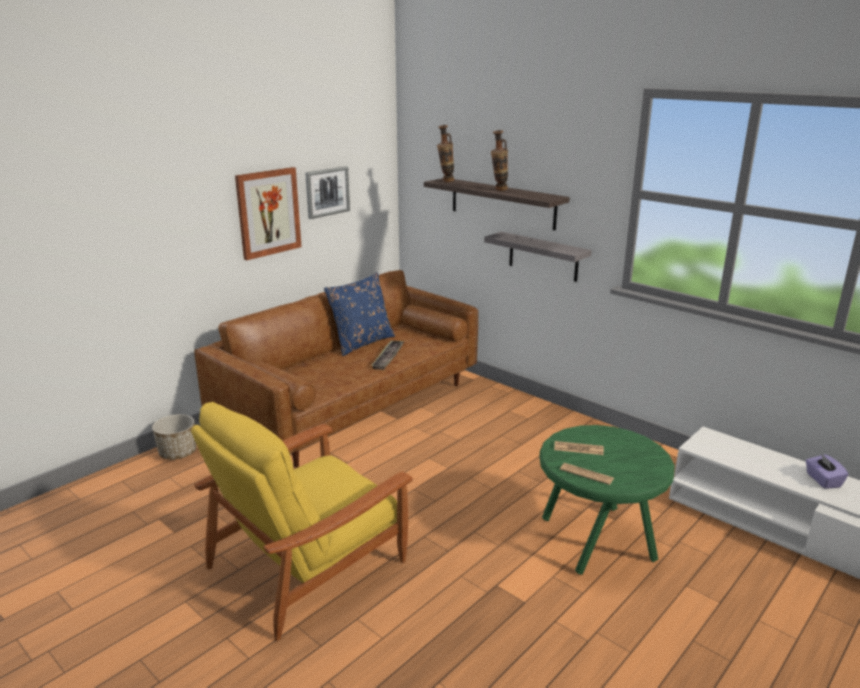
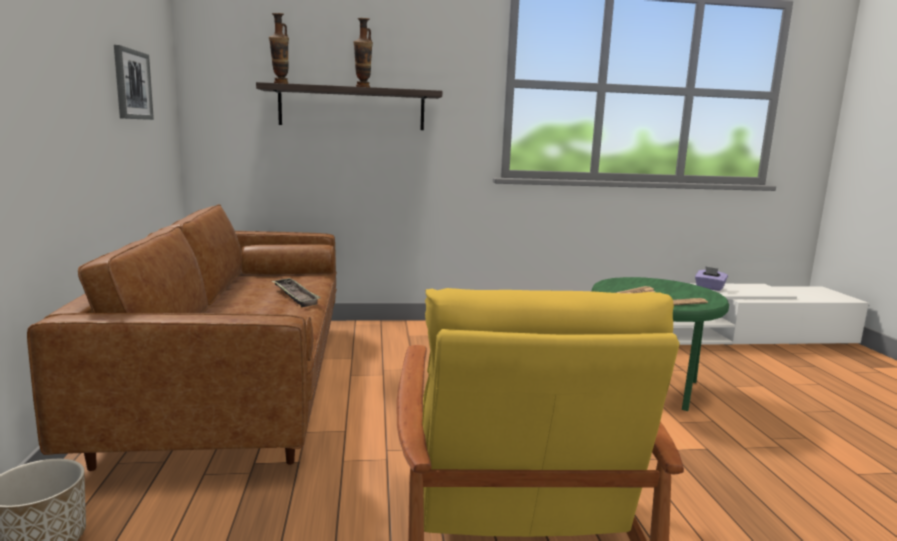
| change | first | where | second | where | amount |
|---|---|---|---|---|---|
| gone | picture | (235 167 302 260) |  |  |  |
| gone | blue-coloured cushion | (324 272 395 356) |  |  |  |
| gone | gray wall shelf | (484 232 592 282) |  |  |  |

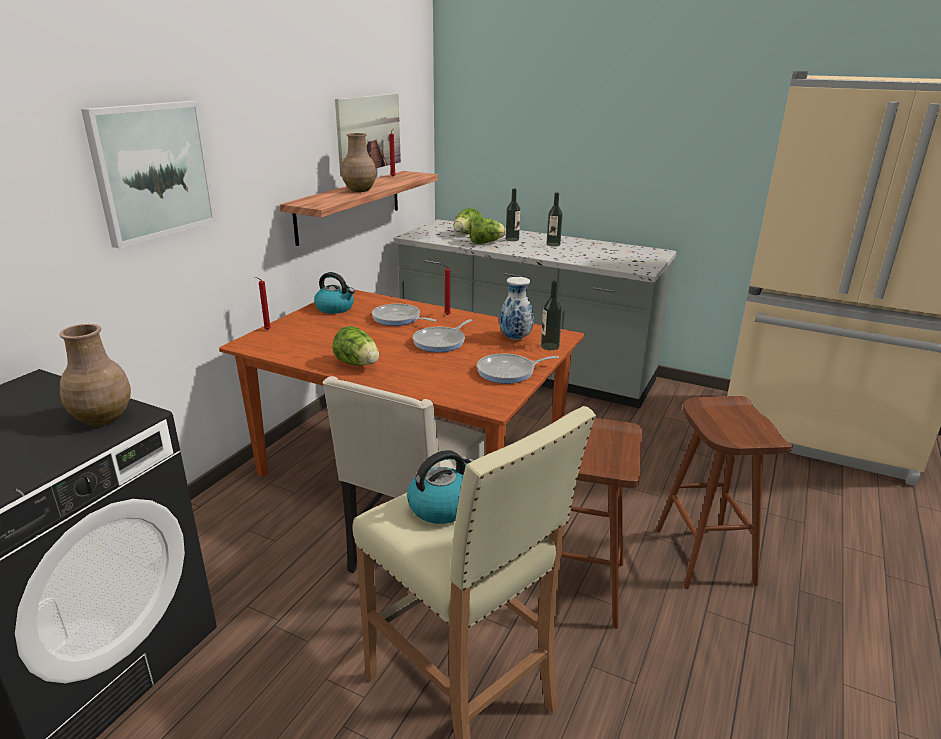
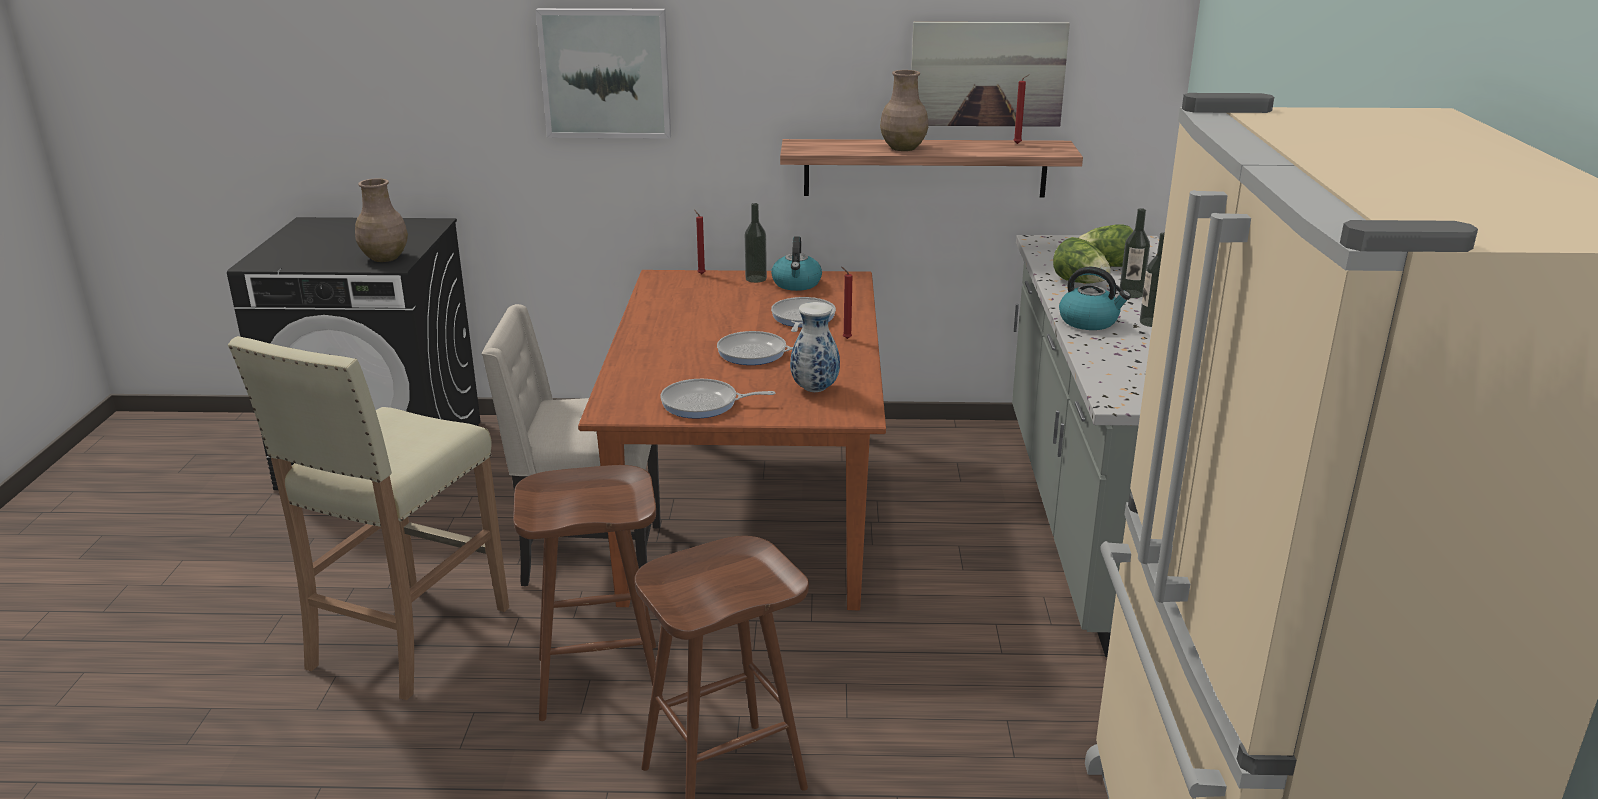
| change | first | where | second | where | amount |
|---|---|---|---|---|---|
| rotated | pan | (477 354 559 384) |  | (660 379 775 419) | 45 degrees counterclockwise |
| shifted | bottle | (541 280 562 350) |  | (745 203 767 283) |  |
| shifted | kettle | (407 450 474 524) |  | (1059 267 1131 330) |  |
| gone | lettuce head | (332 326 379 365) |  |  |  |

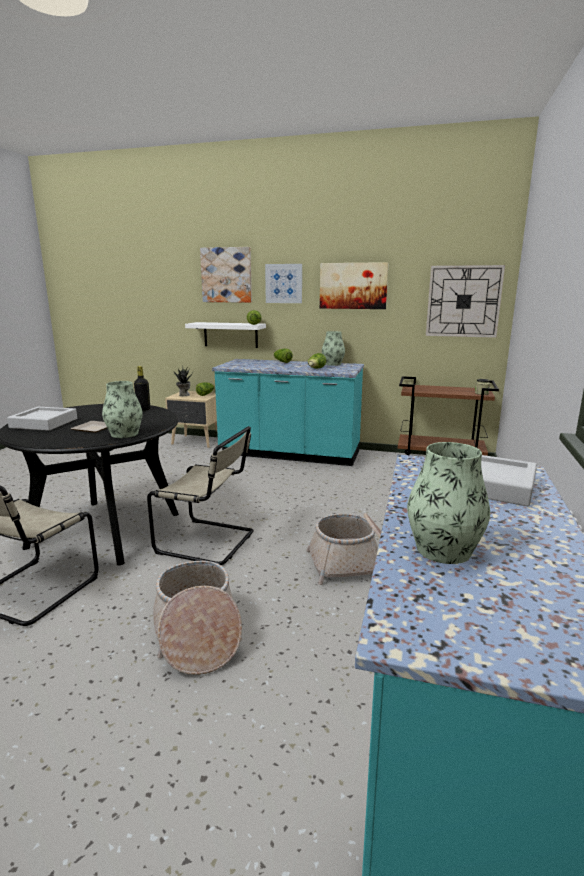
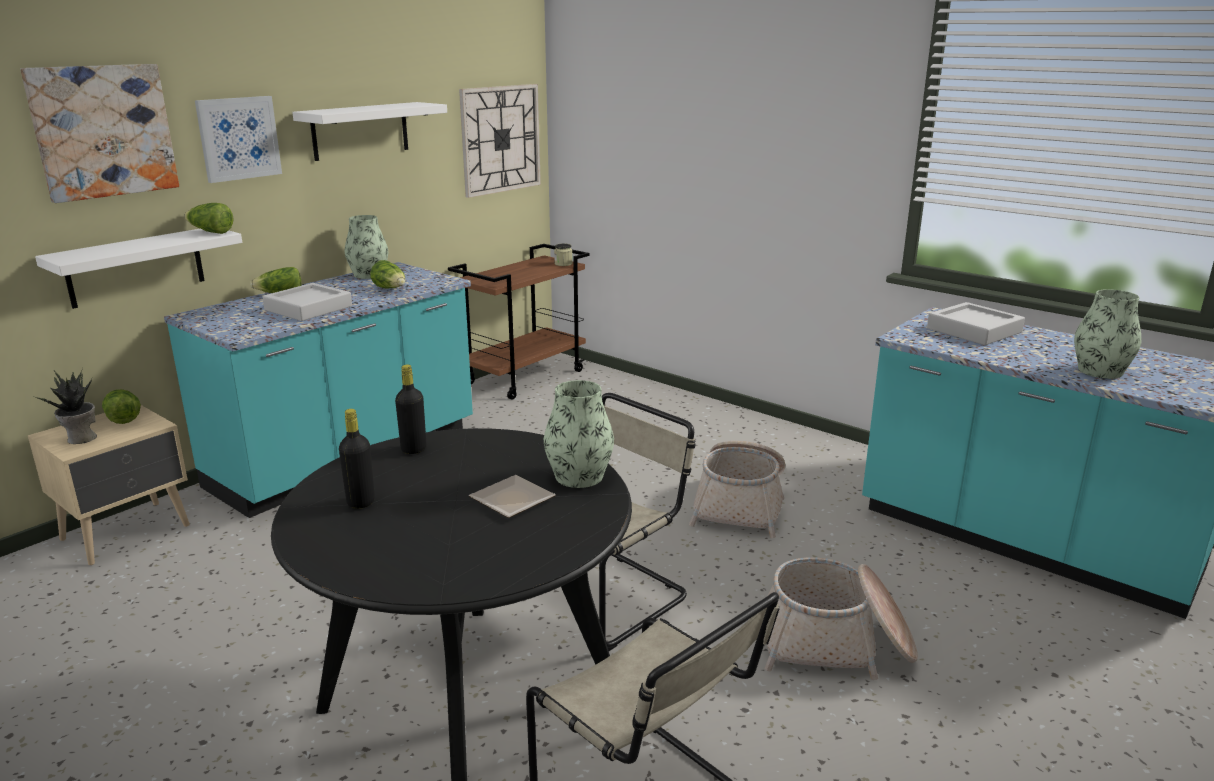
| change | first | where | second | where | amount |
|---|---|---|---|---|---|
| shifted | gray serving tray | (7 407 77 431) |  | (262 283 352 321) |  |
| swapped | picture | (320 262 388 309) | whitish wall shelf | (292 102 447 161) |  |
| new |  |  | black-coloured bottle | (339 409 375 509) |  |

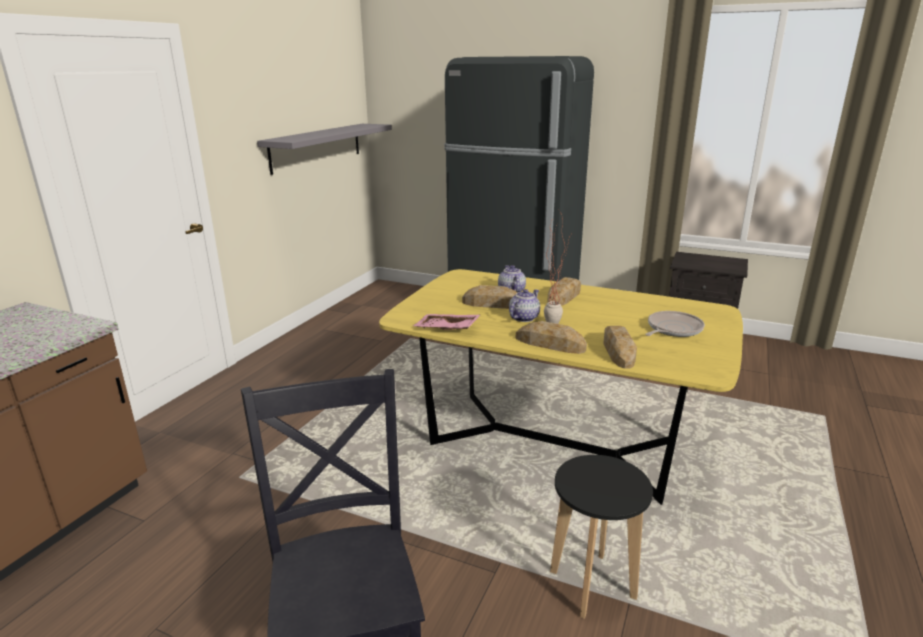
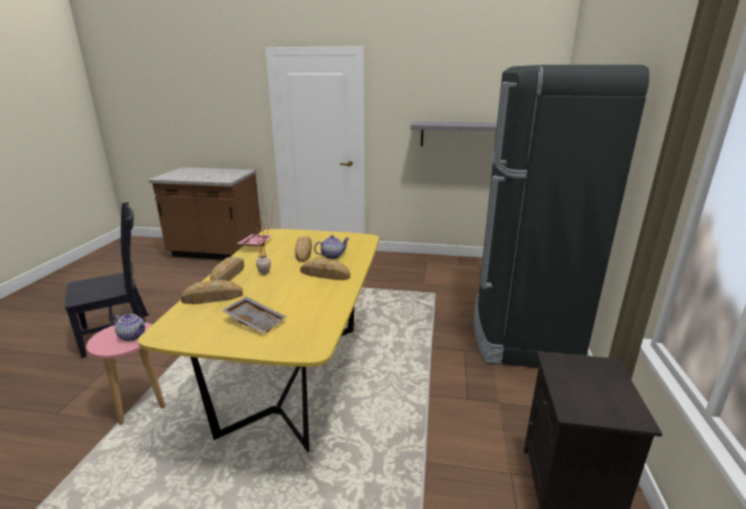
| change | first | where | second | where | amount |
|---|---|---|---|---|---|
| repainted | black-coloured stool seat | (550 455 653 619) | pink stool seat | (86 322 166 425) |  |
| shifted | tea pot | (509 289 540 322) |  | (112 314 146 341) |  |
| swapped | pan | (645 311 705 337) | gray serving tray | (221 296 287 333) |  |

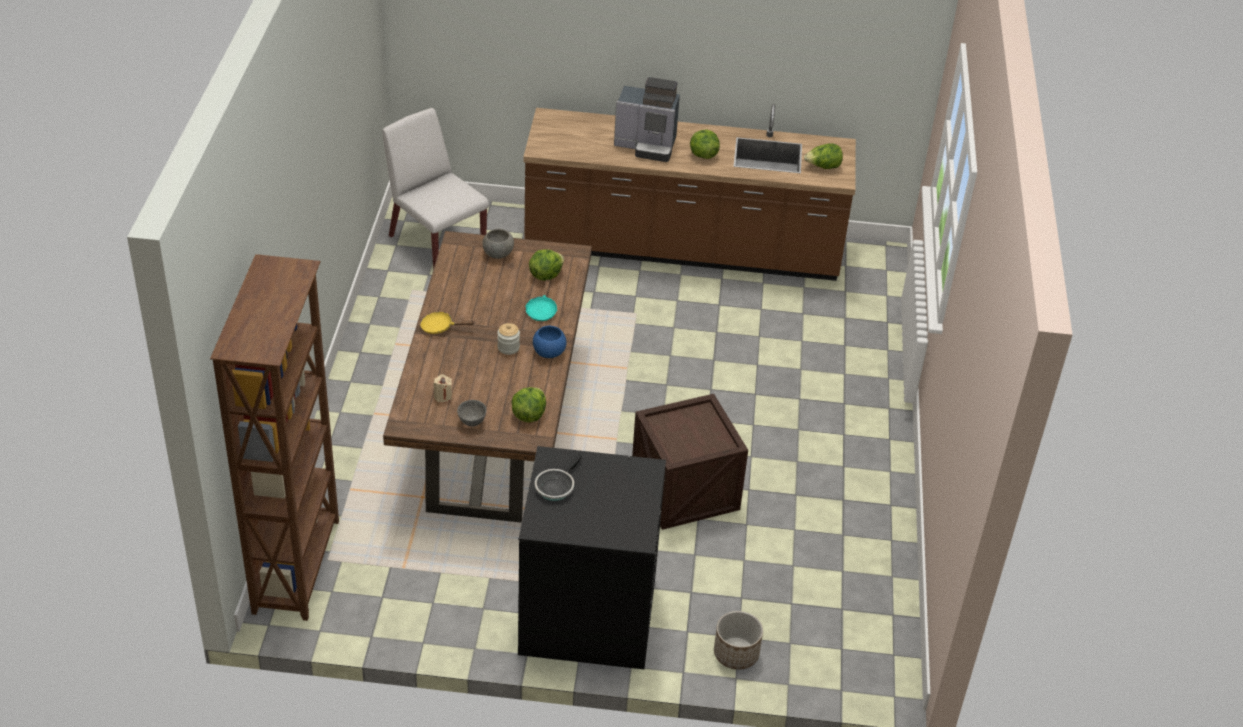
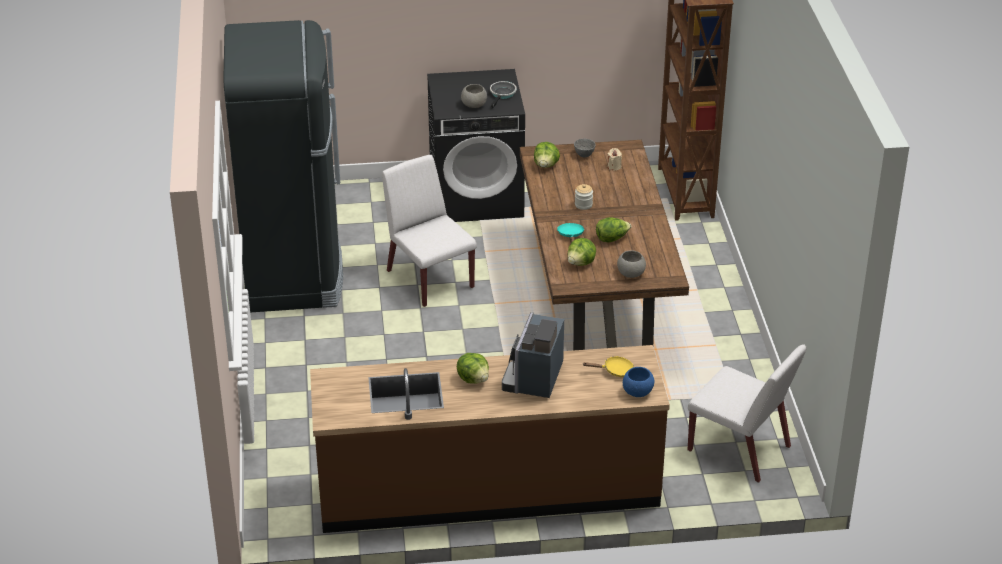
| change | first | where | second | where | amount |
|---|---|---|---|---|---|
| new |  |  | black-coloured kitchen fridge | (223 20 343 313) |  |
| swapped | crate | (632 394 748 530) | whitish chair | (382 155 477 307) |  |
| new |  |  | gray serving bowl | (461 84 487 108) |  |
| rotated | coffee machine | (614 77 680 162) |  | (502 312 564 398) | 75 degrees counterclockwise |
| shifted | yellowish pan | (420 311 475 334) |  | (582 356 634 377) |  |
| shifted | lettuce head | (804 143 843 169) |  | (596 217 631 242) |  |
| shifted | blue-coloured serving bowl | (533 326 567 358) |  | (623 367 654 397) |  |
| gone | planter | (714 611 763 670) |  |  |  |

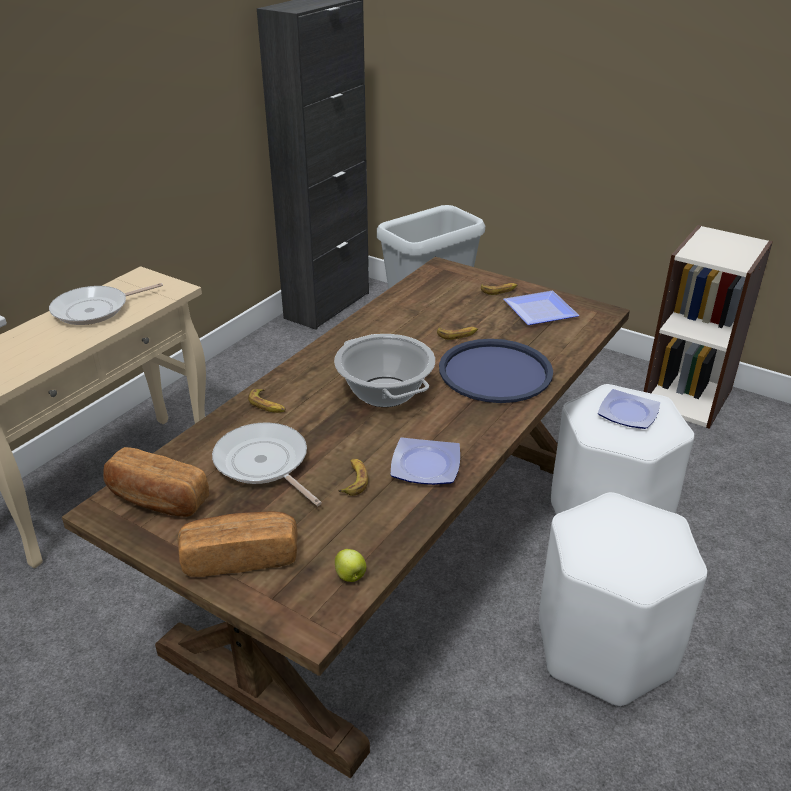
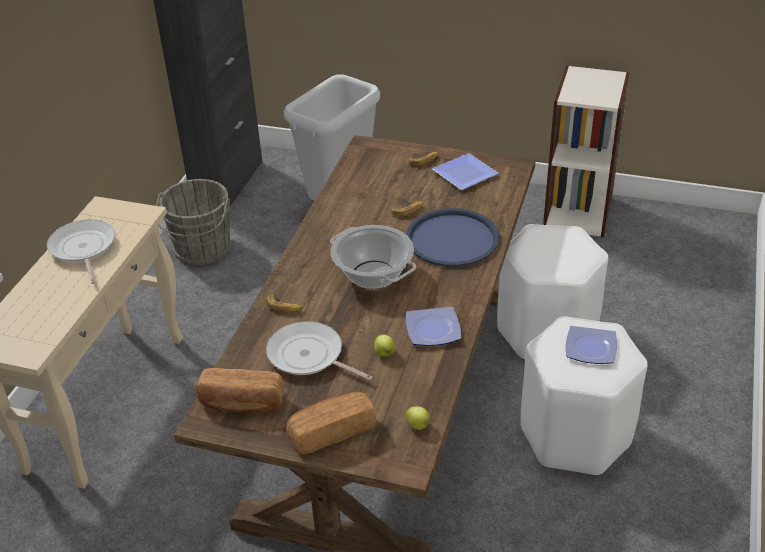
| change | first | where | second | where | amount |
|---|---|---|---|---|---|
| rotated | pan | (49 283 163 325) |  | (47 219 115 284) | 120 degrees clockwise |
| new |  |  | gray water bucket | (156 179 232 265) |  |
| swapped | whole banana | (338 459 368 496) | apple fruit | (374 334 395 357) |  |
| shifted | plate | (598 389 660 429) |  | (566 326 617 364) |  |

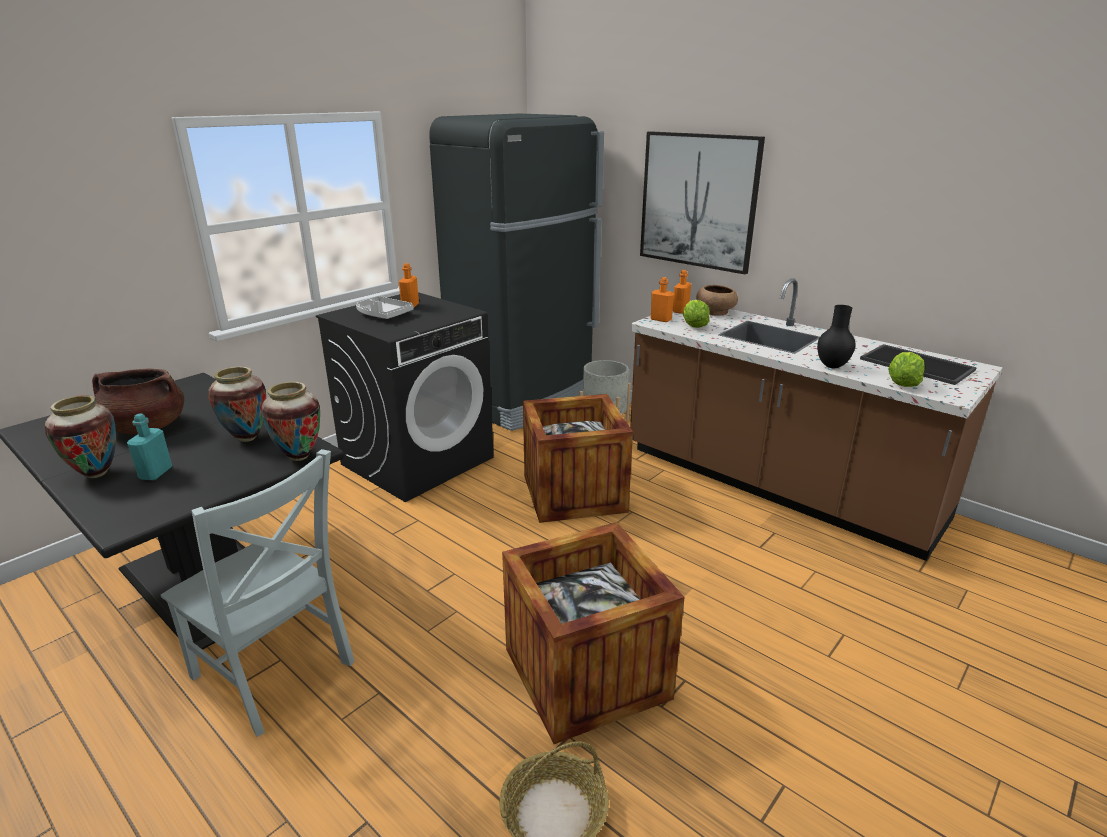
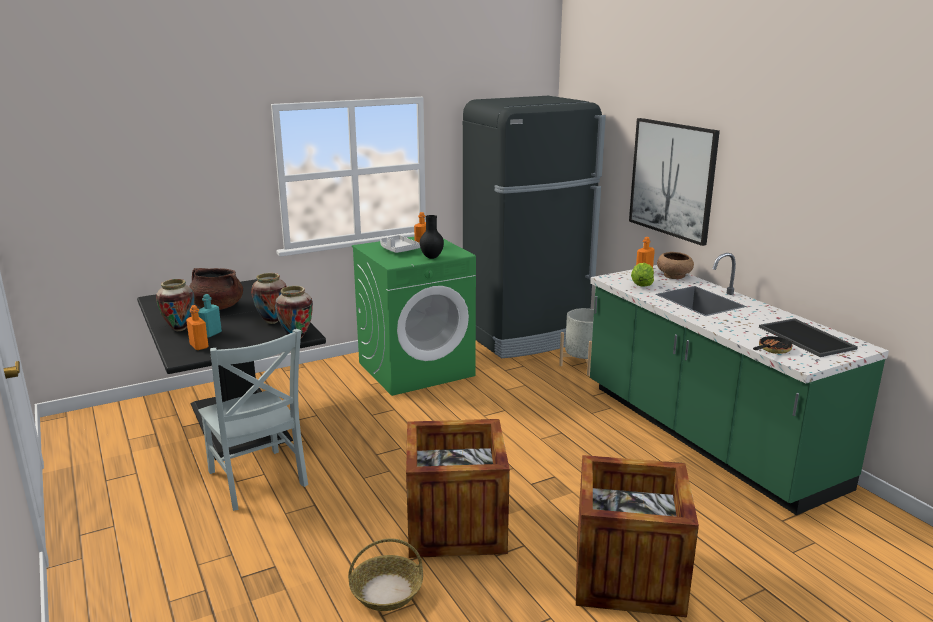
| change | first | where | second | where | amount |
|---|---|---|---|---|---|
| shifted | orange-coloured bottle | (651 277 674 322) |  | (186 305 208 350) |  |
| repainted | black-coloured laundry appliance | (316 292 494 502) | green laundry appliance | (352 237 476 396) |  |
| shifted | black-coloured vase | (817 305 856 368) |  | (420 215 444 259) |  |
| shifted | crate | (523 394 633 523) |  | (576 455 699 617) |  |
| repainted | brownish kitchen counter | (630 278 1003 561) | green kitchen counter | (590 253 889 515) |  |
| swapped | lettuce head | (888 352 925 387) | pan | (753 334 793 354) |  |

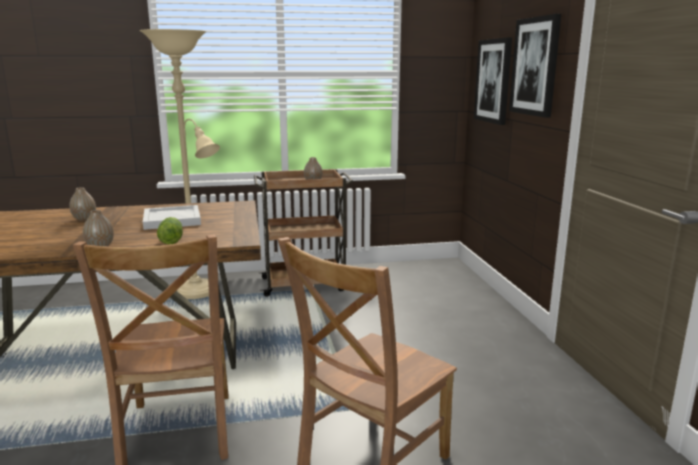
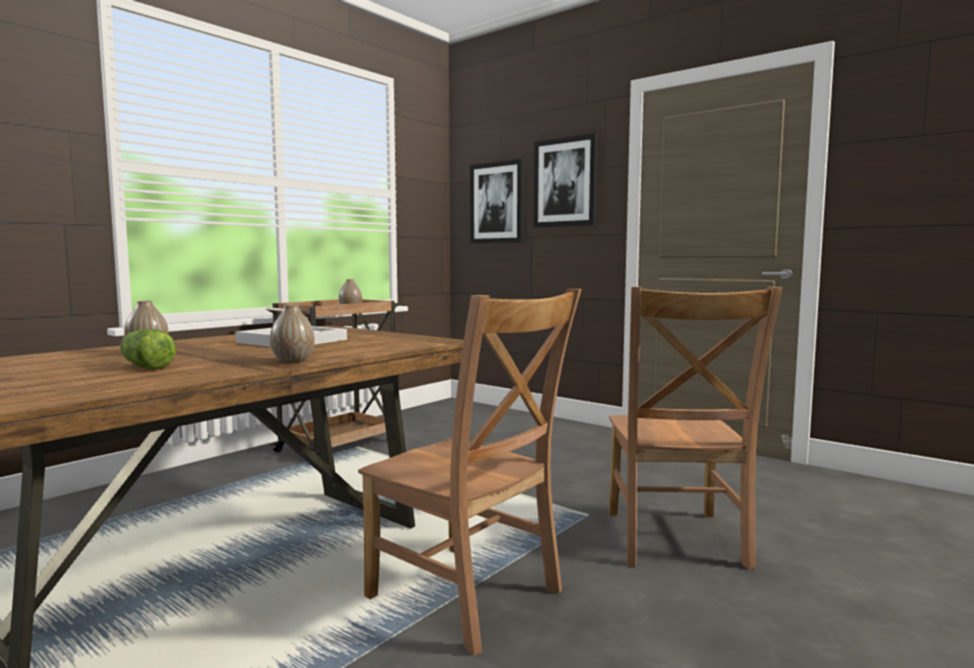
| change | first | where | second | where | amount |
|---|---|---|---|---|---|
| shifted | lettuce head | (157 217 183 245) |  | (120 329 176 370) |  |
| gone | beige-coloured floor lamp | (140 29 220 299) |  |  |  |

